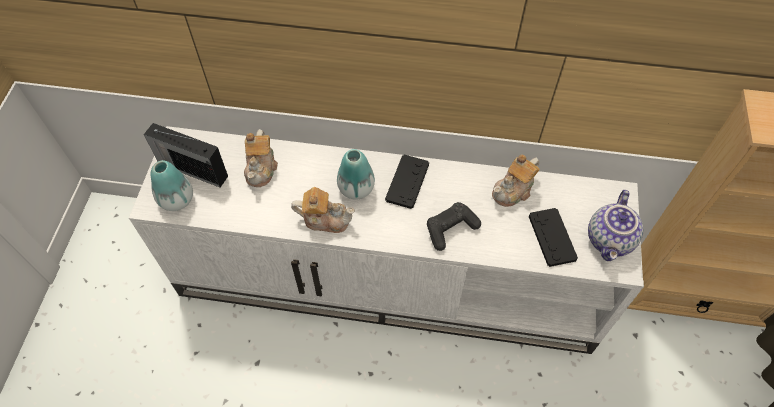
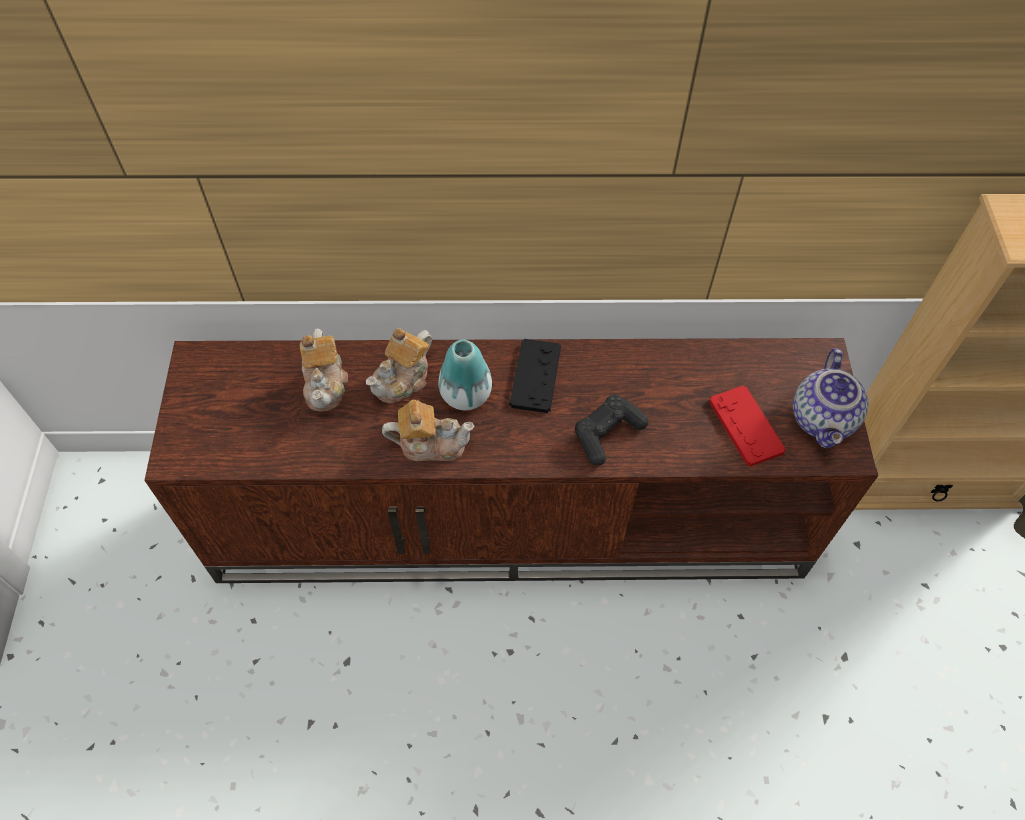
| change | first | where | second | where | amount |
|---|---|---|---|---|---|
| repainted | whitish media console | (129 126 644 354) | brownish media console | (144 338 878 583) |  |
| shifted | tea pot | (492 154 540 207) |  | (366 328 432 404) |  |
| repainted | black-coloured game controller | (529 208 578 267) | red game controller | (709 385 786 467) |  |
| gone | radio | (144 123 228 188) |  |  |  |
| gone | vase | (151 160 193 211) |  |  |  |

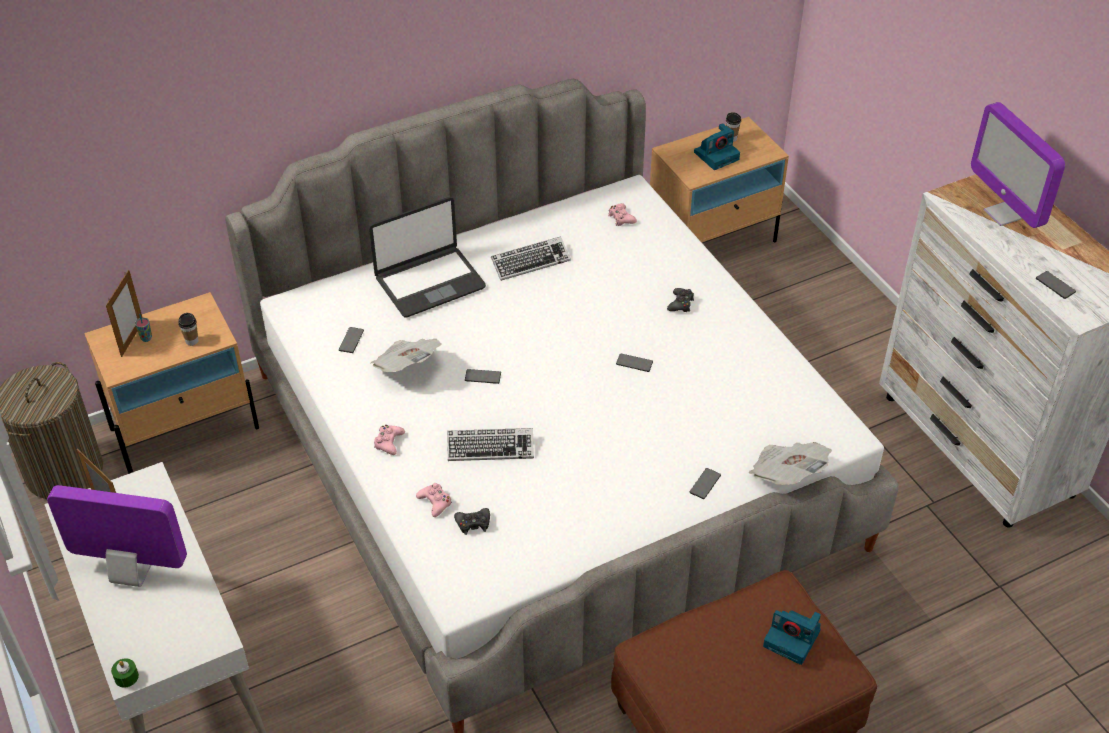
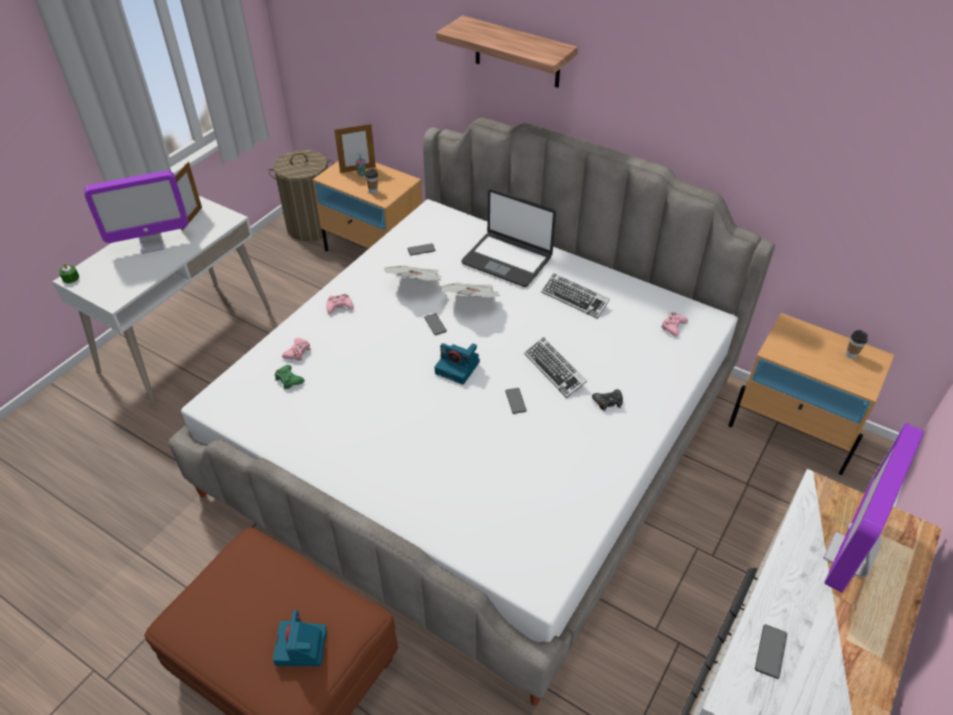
| change | first | where | second | where | amount |
|---|---|---|---|---|---|
| rotated | computer screen | (47 485 187 587) |  | (84 170 188 254) | 90 degrees clockwise |
| repainted | black-coloured game controller | (454 508 490 535) | green game controller | (275 365 305 389) |  |
| shifted | photo camera | (694 123 740 170) |  | (435 343 480 385) |  |
| new |  |  | wall shelf | (436 15 578 88) |  |
| shifted | printed paper | (749 442 832 485) |  | (441 283 500 298) |  |
| shifted | keyboard | (447 428 534 461) |  | (524 337 587 398) |  |
| gone | phone | (690 468 721 499) |  |  |  |

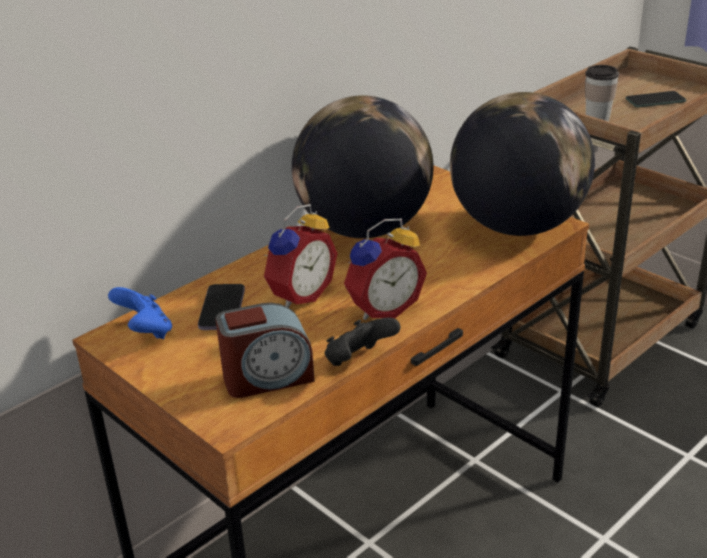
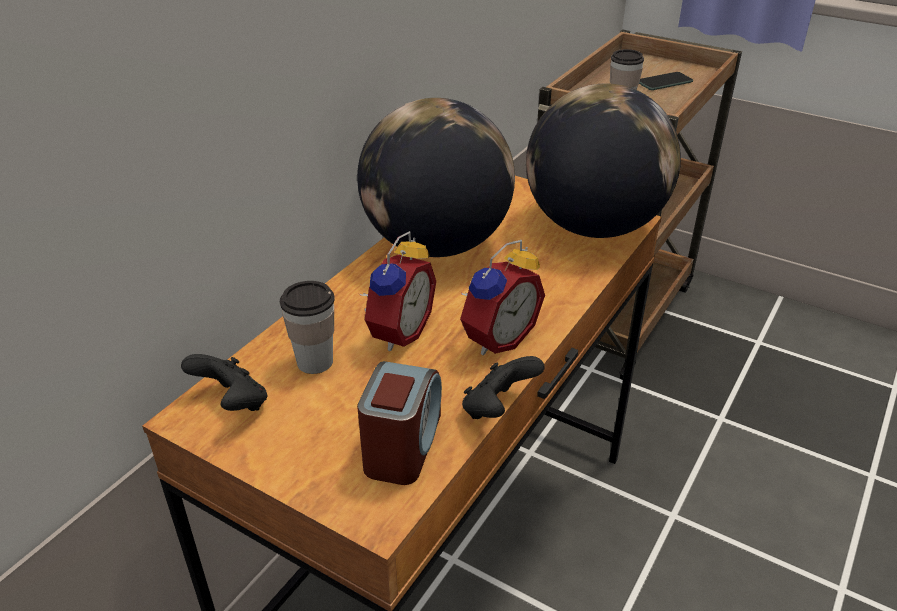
| change | first | where | second | where | amount |
|---|---|---|---|---|---|
| repainted | blue-coloured game controller | (108 287 172 339) | black-coloured game controller | (181 354 267 411) |  |
| swapped | phone | (198 284 245 330) | drinking cup | (280 281 335 374) |  |
| rotated | alarm clock | (215 303 315 398) |  | (357 361 442 485) | 45 degrees counterclockwise |

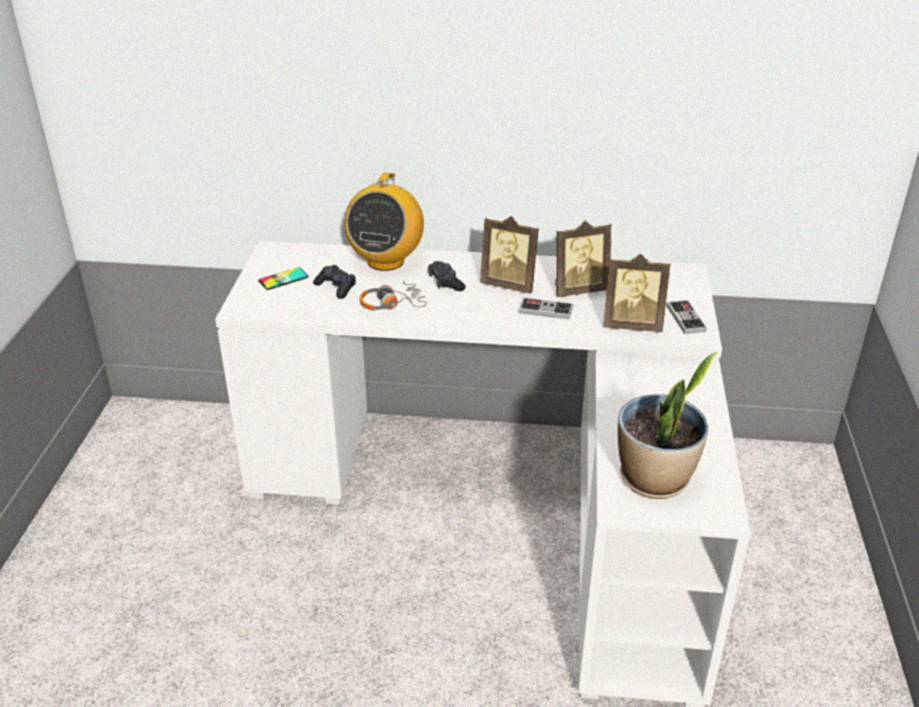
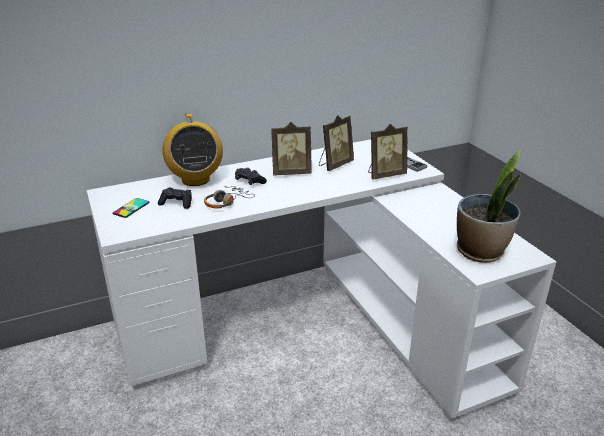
| change | first | where | second | where | amount |
|---|---|---|---|---|---|
| gone | game controller | (519 297 573 320) |  |  |  |

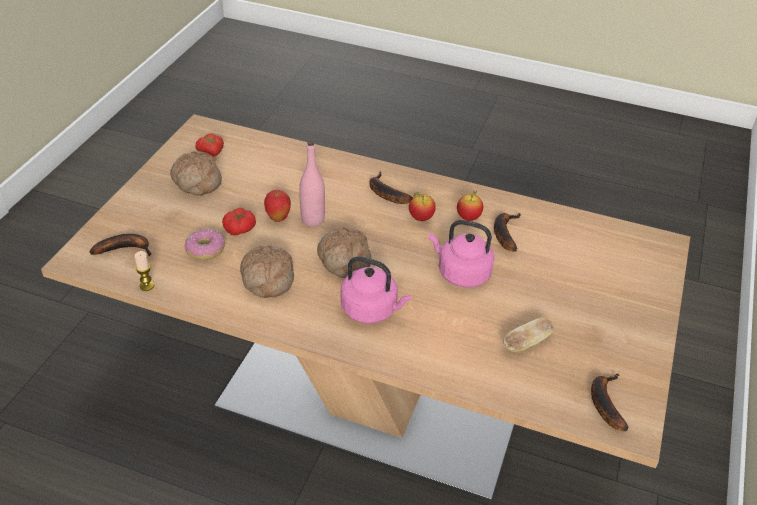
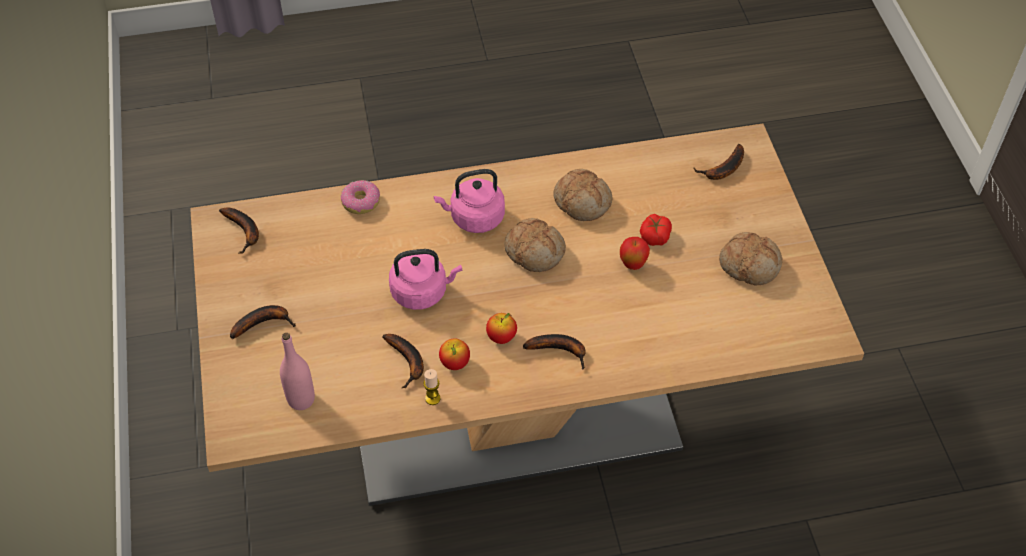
| change | first | where | second | where | amount |
|---|---|---|---|---|---|
| new |  |  | whole banana | (230 305 296 339) |  |
| shifted | pink bottle | (299 141 325 227) |  | (280 333 315 410) |  |
| shifted | ring doughnut | (185 229 225 260) |  | (341 180 380 214) |  |
| shifted | candle | (134 251 154 291) |  | (424 369 441 405) |  |
| gone | tomato | (195 133 224 157) |  |  |  |
| gone | bread | (503 317 555 352) |  |  |  |

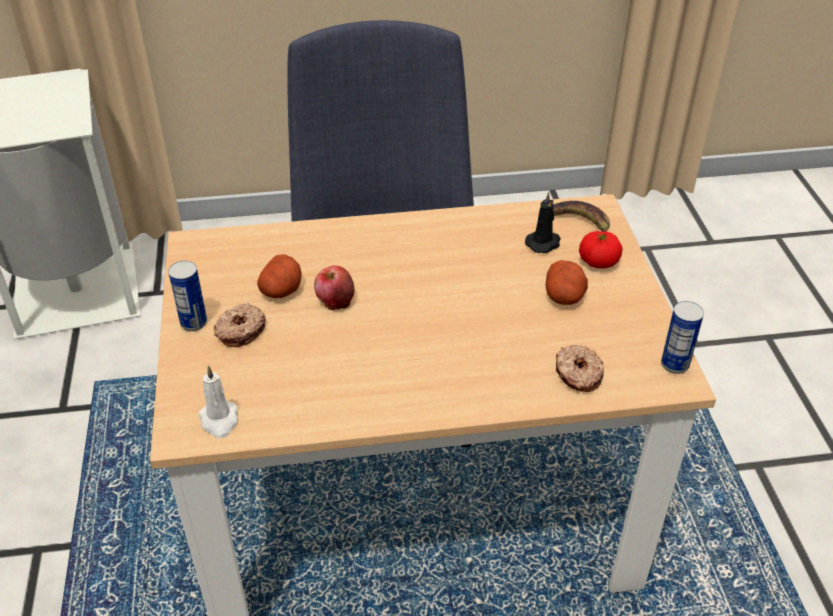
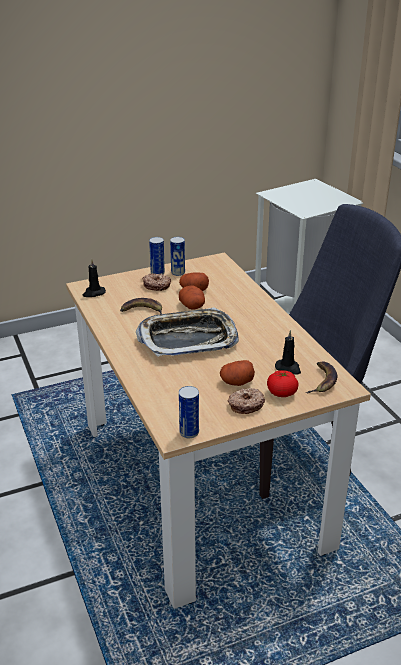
| change | first | where | second | where | amount |
|---|---|---|---|---|---|
| repainted | whitish candle | (199 365 238 438) | black-coloured candle | (83 259 106 297) |  |
| new |  |  | whole banana | (120 298 162 315) |  |
| new |  |  | serving tray | (136 307 239 357) |  |
| new |  |  | metal can | (170 237 185 276) |  |
| swapped | apple fruit | (314 266 354 310) | potato | (179 286 205 310) |  |
| shifted | ring doughnut | (556 345 604 392) |  | (228 388 265 414) |  |

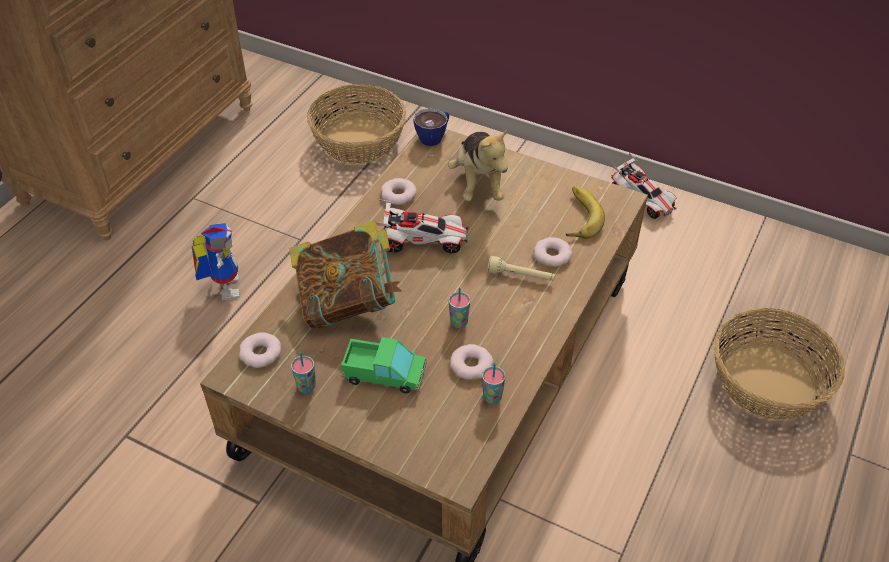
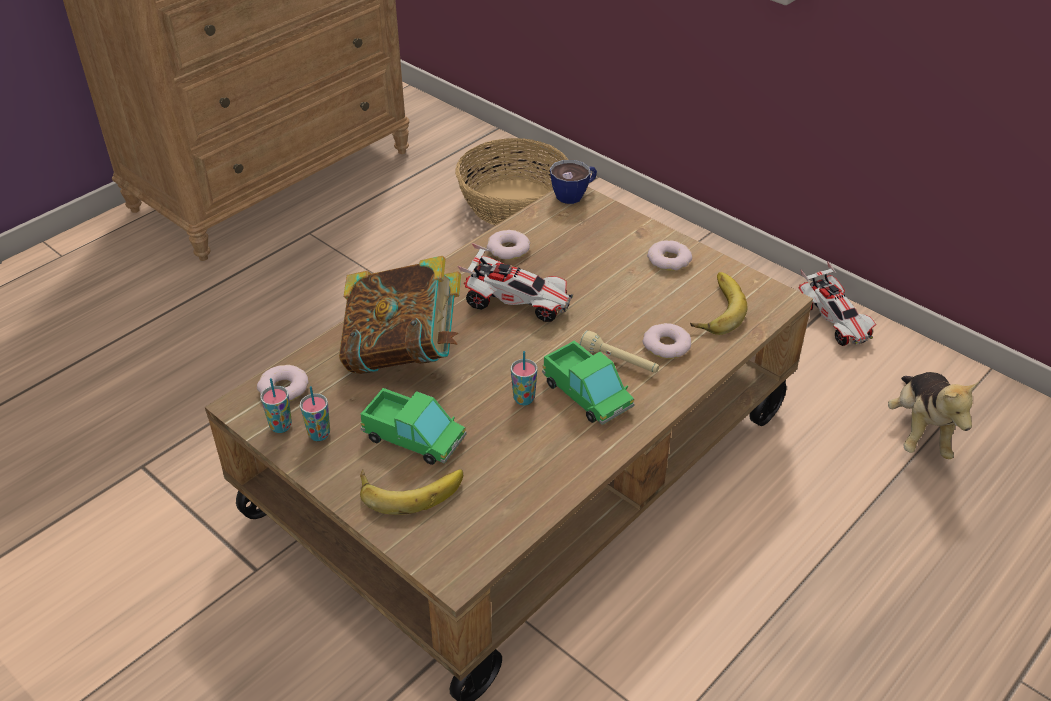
| change | first | where | second | where | amount |
|---|---|---|---|---|---|
| shifted | drinking cup | (482 363 505 404) |  | (260 378 292 433) |  |
| new |  |  | whole banana | (360 469 463 515) |  |
| new |  |  | toy truck | (542 340 635 425) |  |
| shifted | ring doughnut | (450 344 494 380) |  | (647 240 692 271) |  |
| shifted | cuddly toy | (448 129 508 201) |  | (888 372 979 459) |  |
| gone | toy robot | (192 223 240 300) |  |  |  |
| gone | storage basket | (714 308 845 420) |  |  |  |

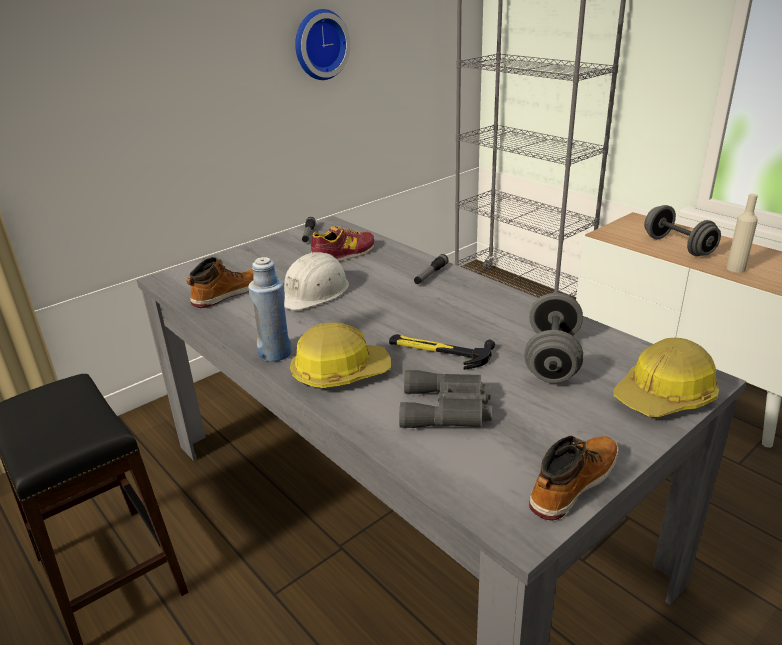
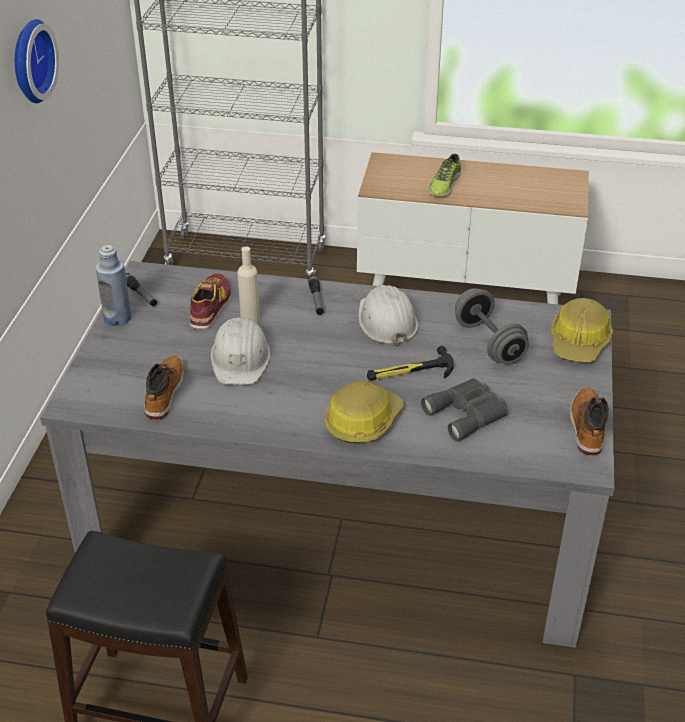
| change | first | where | second | where | amount |
|---|---|---|---|---|---|
| shifted | blue-coloured bottle | (248 257 292 362) |  | (96 245 131 326) |  |
| shifted | beige-coloured bottle | (726 194 758 273) |  | (237 246 260 324) |  |
| new |  |  | whitish work helmet | (358 285 418 347) |  |
| swapped | gray dumbbell | (644 205 721 256) | item of footwear | (428 154 461 197) |  |

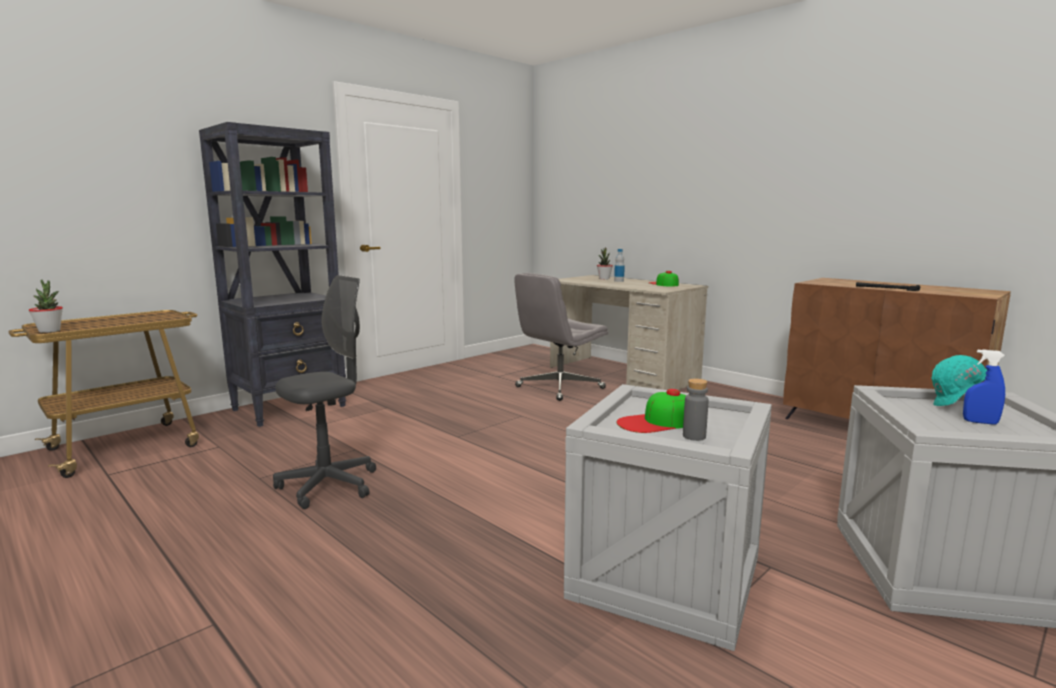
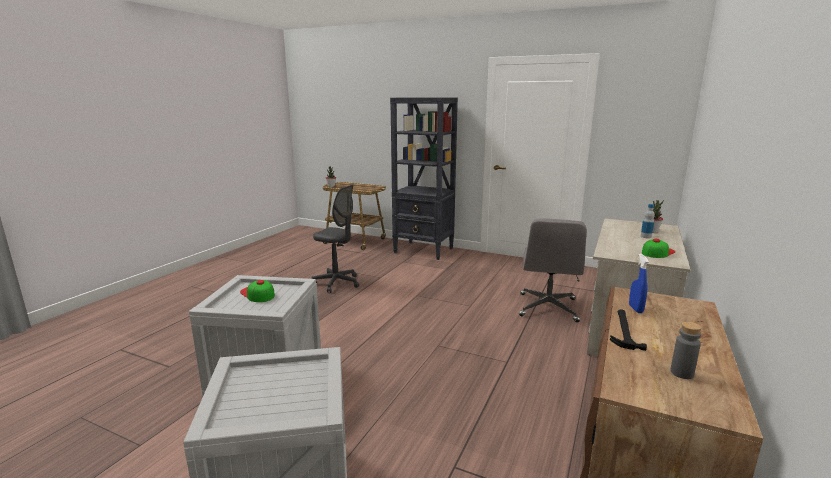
| change | first | where | second | where | amount |
|---|---|---|---|---|---|
| rotated | gray office chair | (514 273 608 401) |  | (519 218 587 322) | 105 degrees counterclockwise |
| shifted | blue-coloured hand sprayer | (963 349 1005 425) |  | (629 254 649 313) |  |
| shifted | gray bottle | (683 378 709 441) |  | (670 322 701 379) |  |
| gone | turquoise work helmet | (931 355 987 406) |  |  |  |

